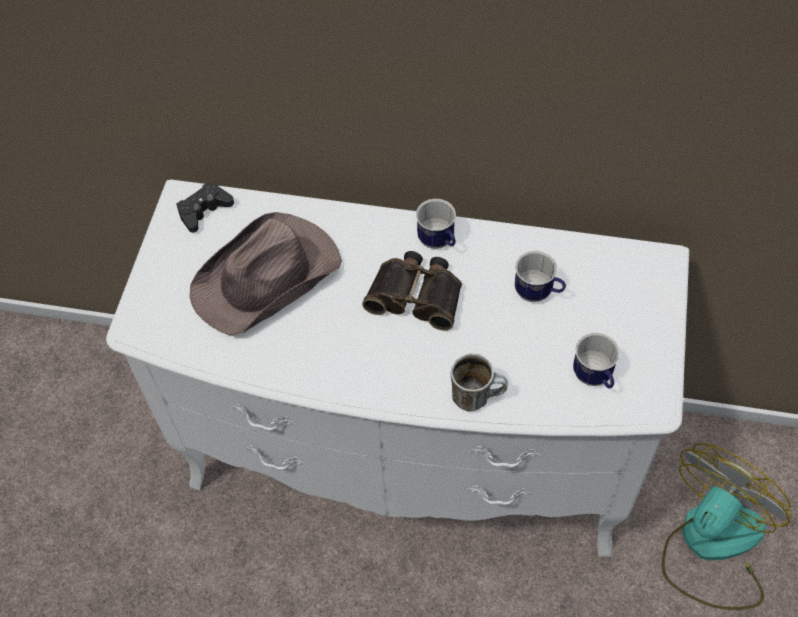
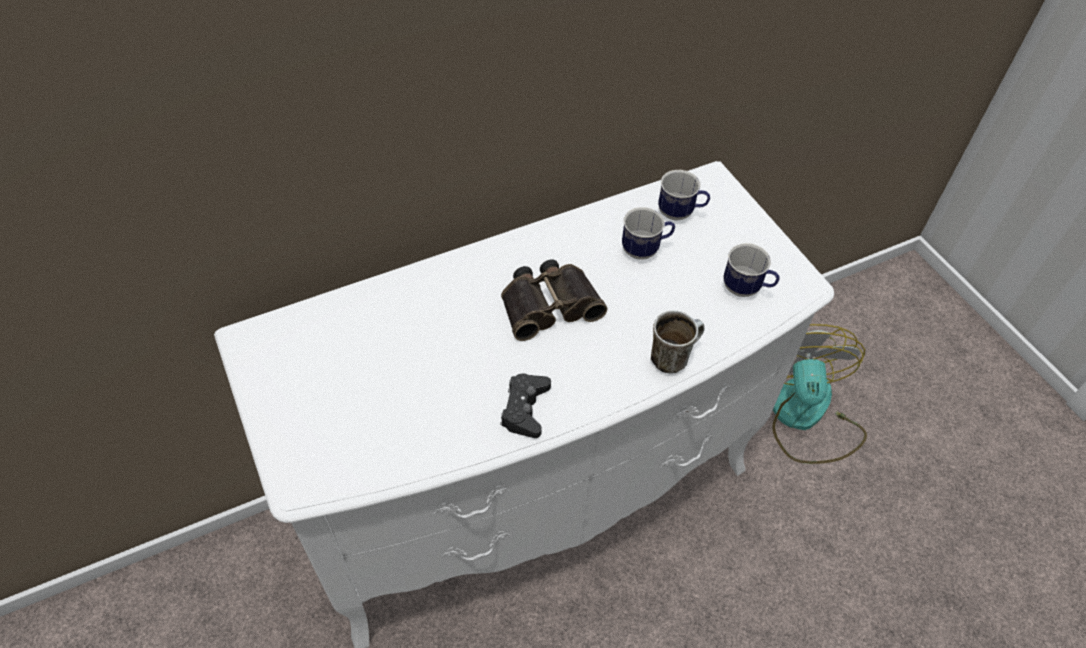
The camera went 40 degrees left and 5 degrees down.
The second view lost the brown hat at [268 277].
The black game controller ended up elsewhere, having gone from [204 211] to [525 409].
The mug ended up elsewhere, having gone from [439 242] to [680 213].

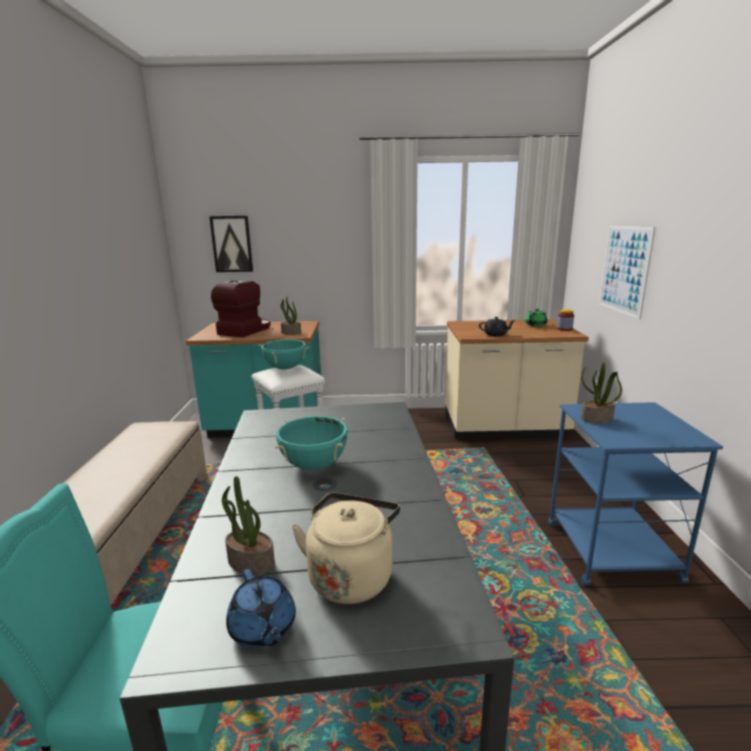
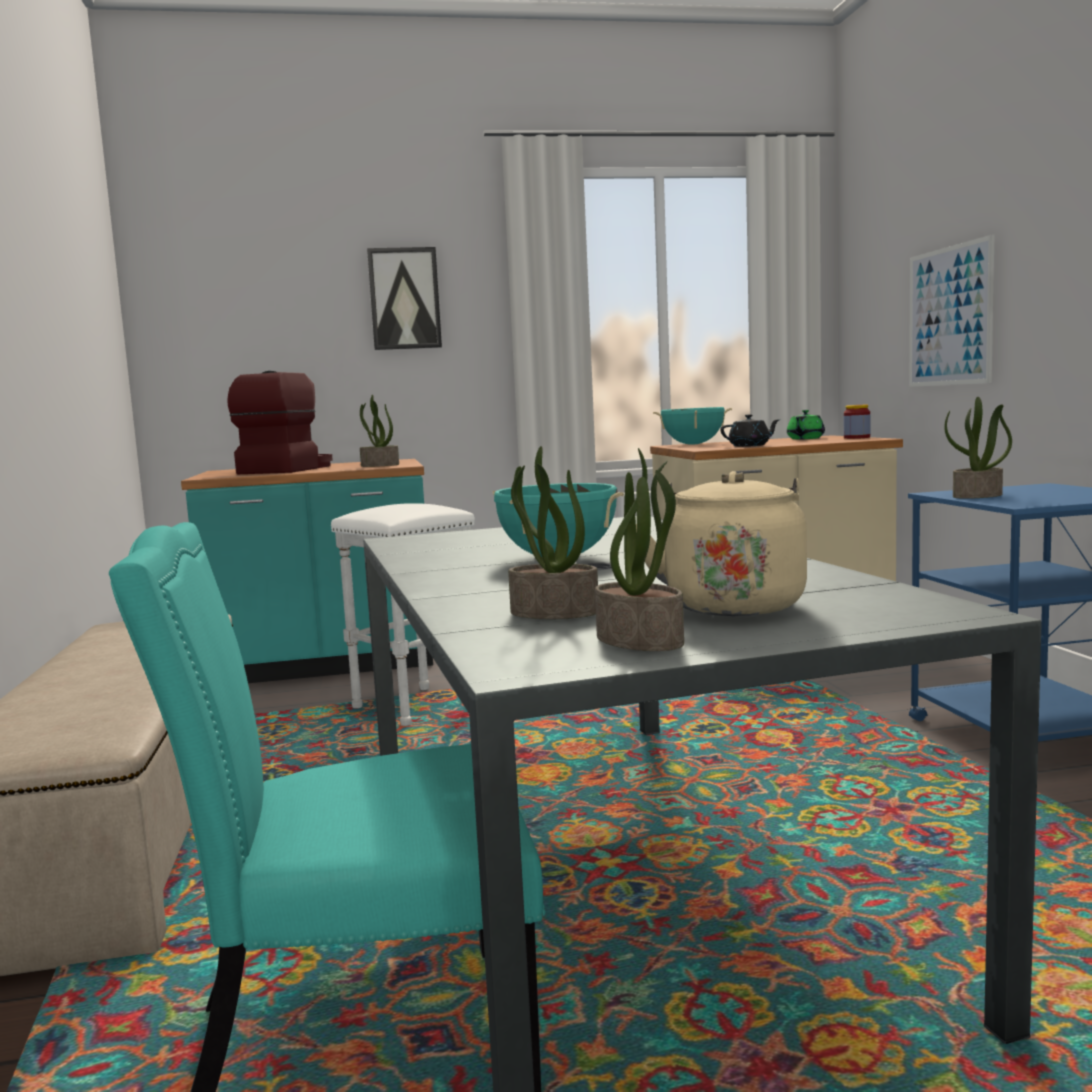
The camera went 10 degrees left and 10 degrees down.
The picture ended up elsewhere, having gone from [232 244] to [404 299].
The turquoise cooking pot ended up elsewhere, having gone from [285 368] to [693 444].
Where the blue teapot stood at [263 628], the potted plant came to stand at [641 640].

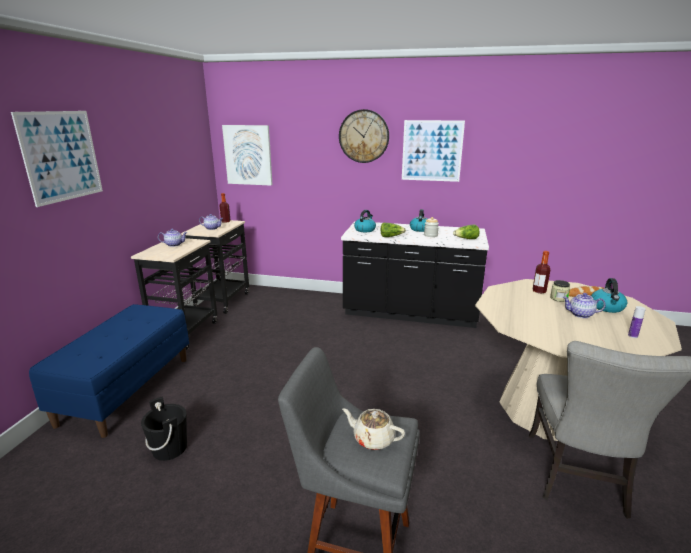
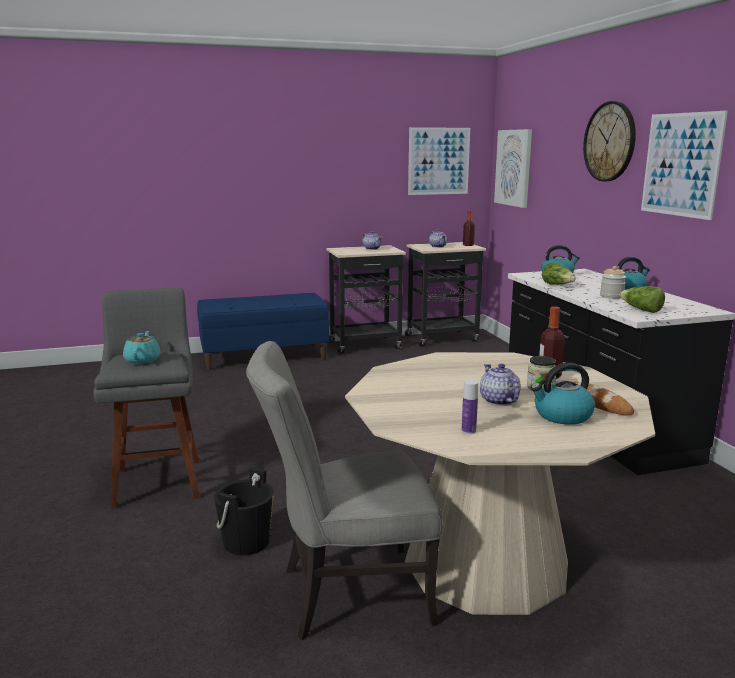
The camera went 60 degrees right and 5 degrees down.
The picture ended up elsewhere, having gone from [61 156] to [438 161].
The black bucket ended up elsewhere, having gone from [169 448] to [246 542].
What was the beige teapot at [373 439] turned into the turquoise teapot at [143 360].

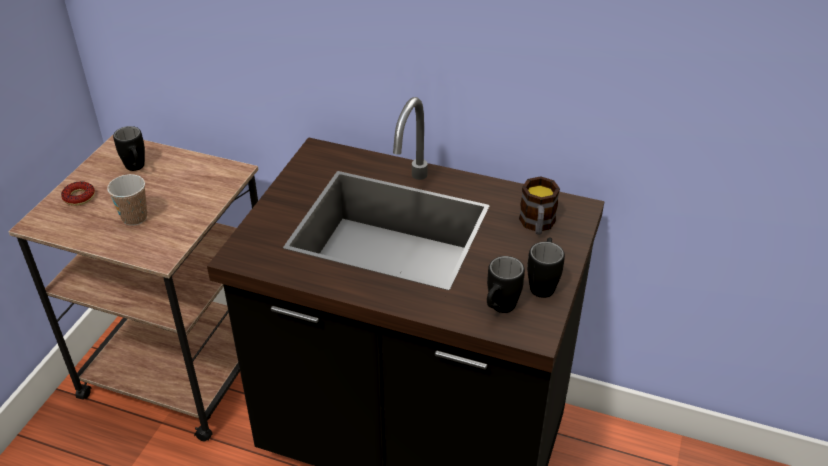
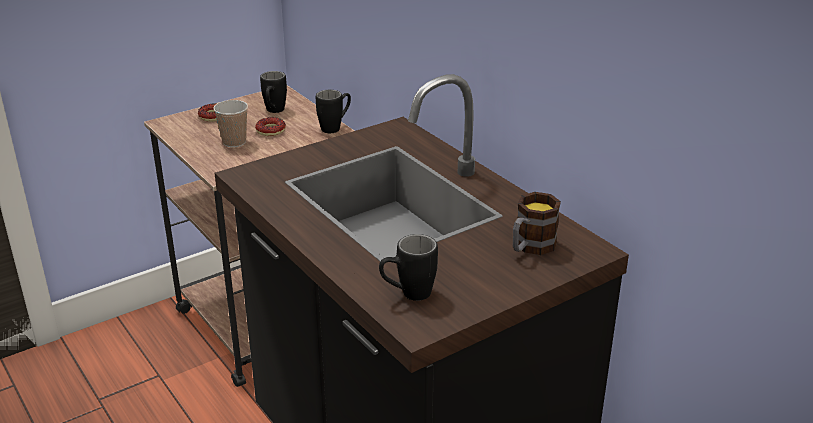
The camera went 35 degrees right and 10 degrees down.
The second view gained the donut at [271 130].
The black mug ended up elsewhere, having gone from [543 283] to [335 127].

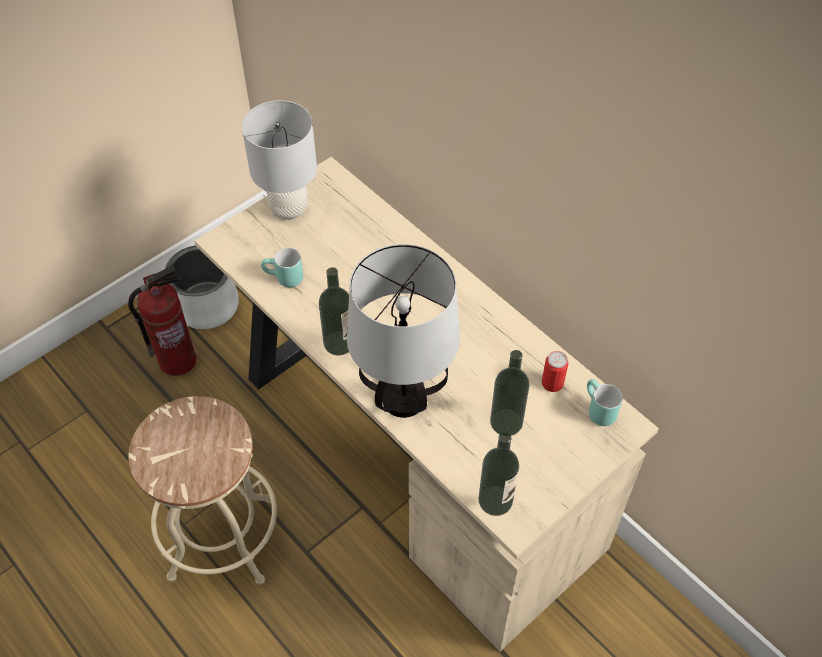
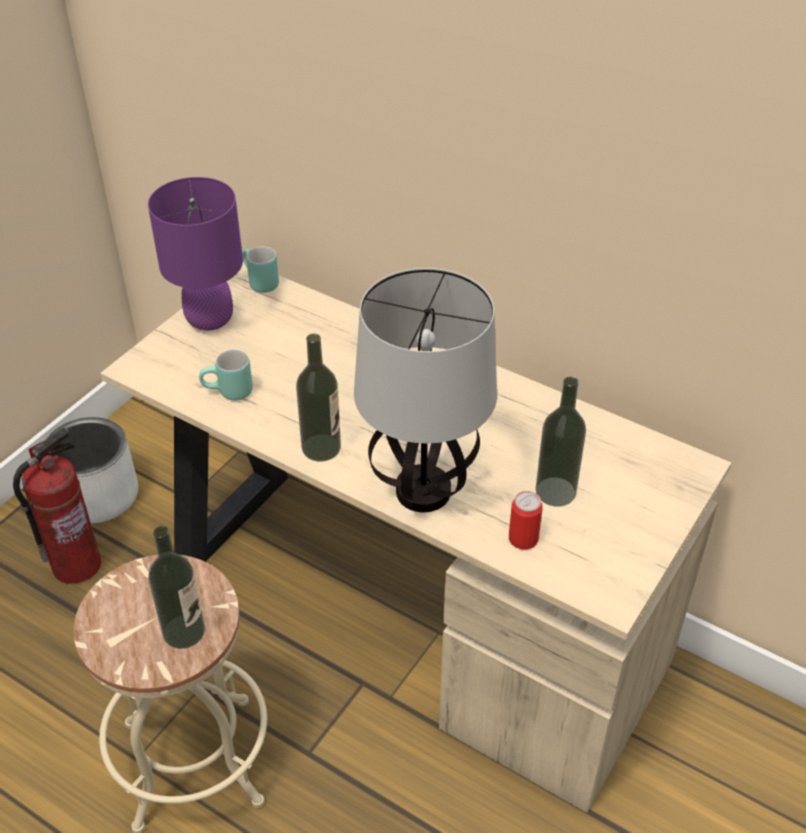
The camera went 15 degrees left and 10 degrees down.
The bottle ended up elsewhere, having gone from [495 500] to [184 631].
The can ended up elsewhere, having gone from [552 383] to [523 539].
The turquoise mug ended up elsewhere, having gone from [596 410] to [258 283].
What was the grey table lamp at [289 211] turned into the purple table lamp at [211 322].

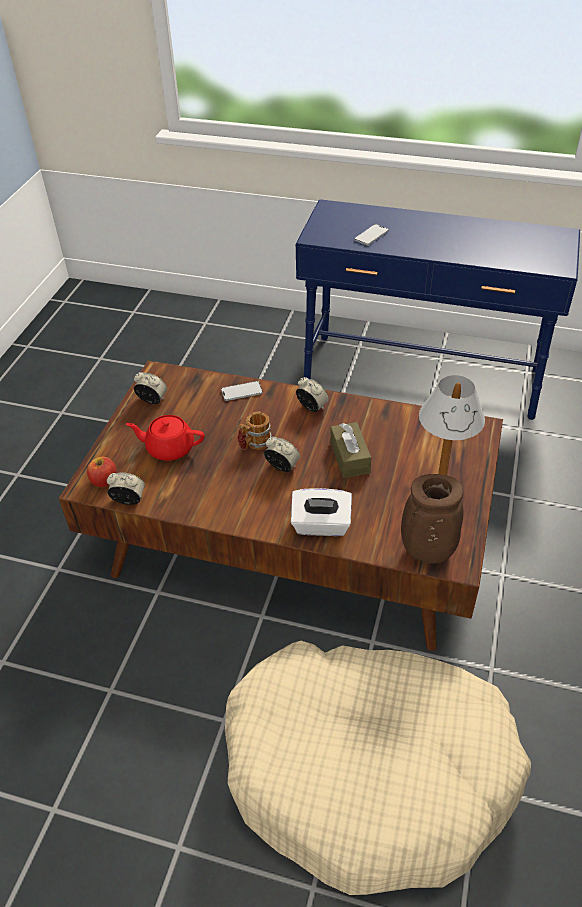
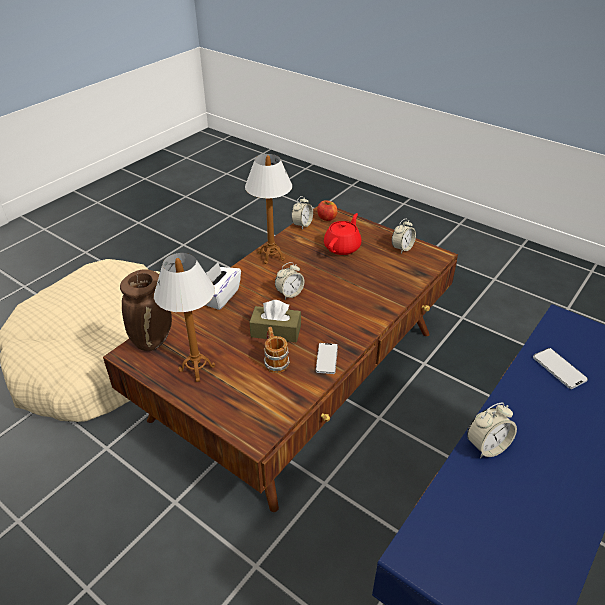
The camera went 110 degrees right and 5 degrees down.
The second view gained the table lamp at [271 256].
The phone ended up elsewhere, having gone from [242 391] to [326 359].
The mug ended up elsewhere, having gone from [254 444] to [275 360].
The alarm clock ended up elsewhere, having gone from [312 407] to [487 446].

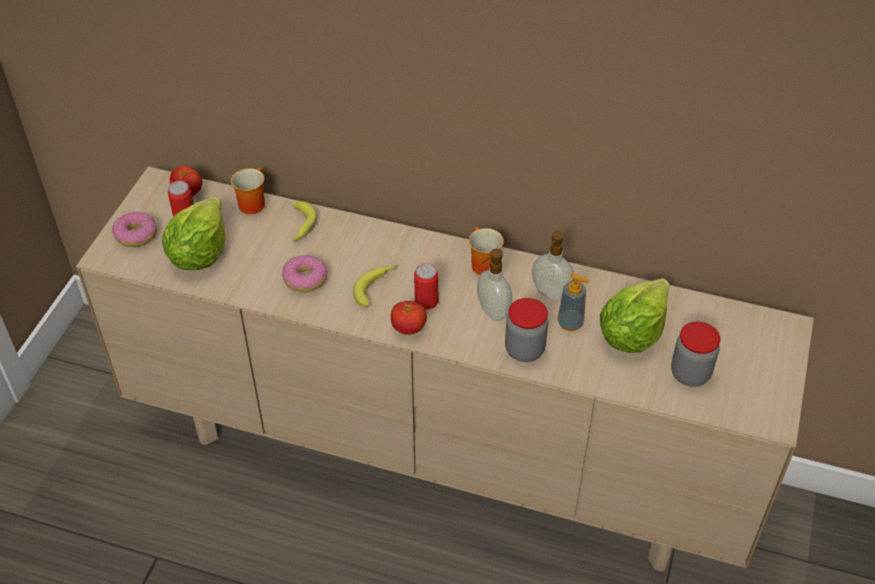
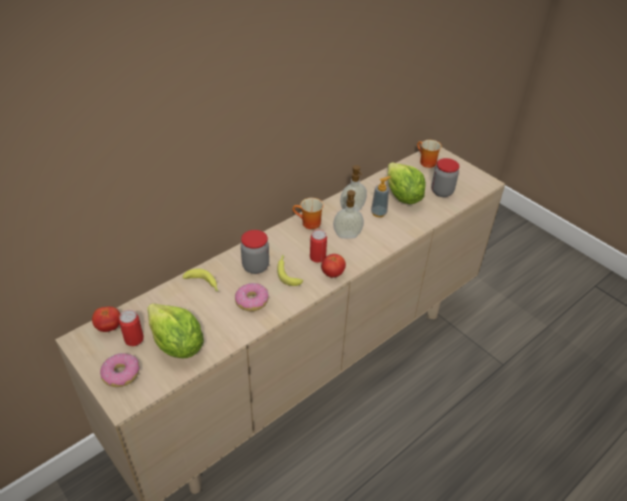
The camera went 60 degrees left and 5 degrees down.
The mug ended up elsewhere, having gone from [251 202] to [425 162].
The jar ended up elsewhere, having gone from [524 350] to [255 266].

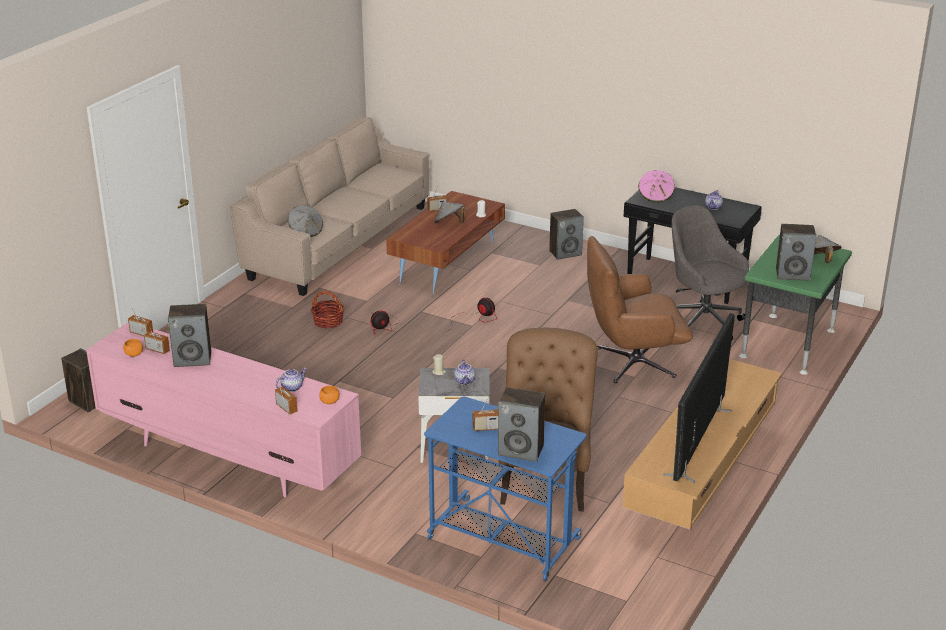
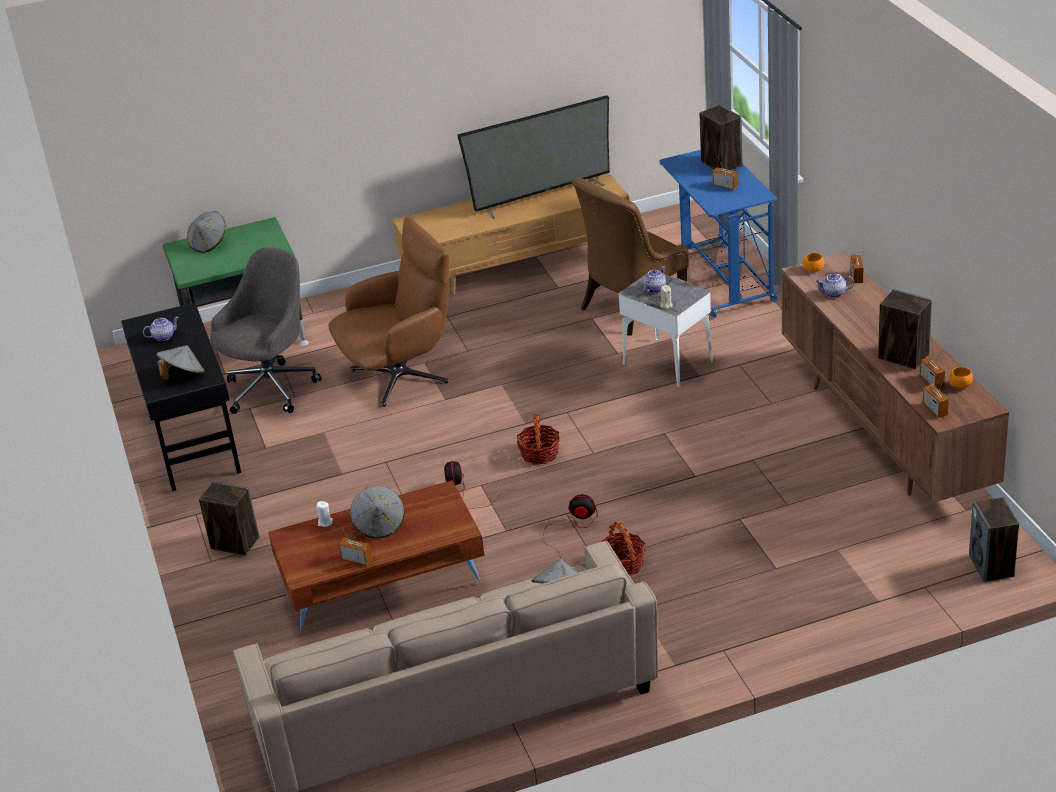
The camera went 135 degrees left and 5 degrees up.
The second view lost the speaker at [793 274].
The second view gained the basket at [539 454].
What was the pink cabinet at [226 459] turned into the brown cabinet at [886 433].
What was the pink hat at [656 196] turned into the grey hat at [183 376].
The brown armchair at [634 362] ended up facing another way, 60 degrees counterclockwise from before.
The grey office chair at [703 323] ended up facing another way, 150 degrees counterclockwise from before.

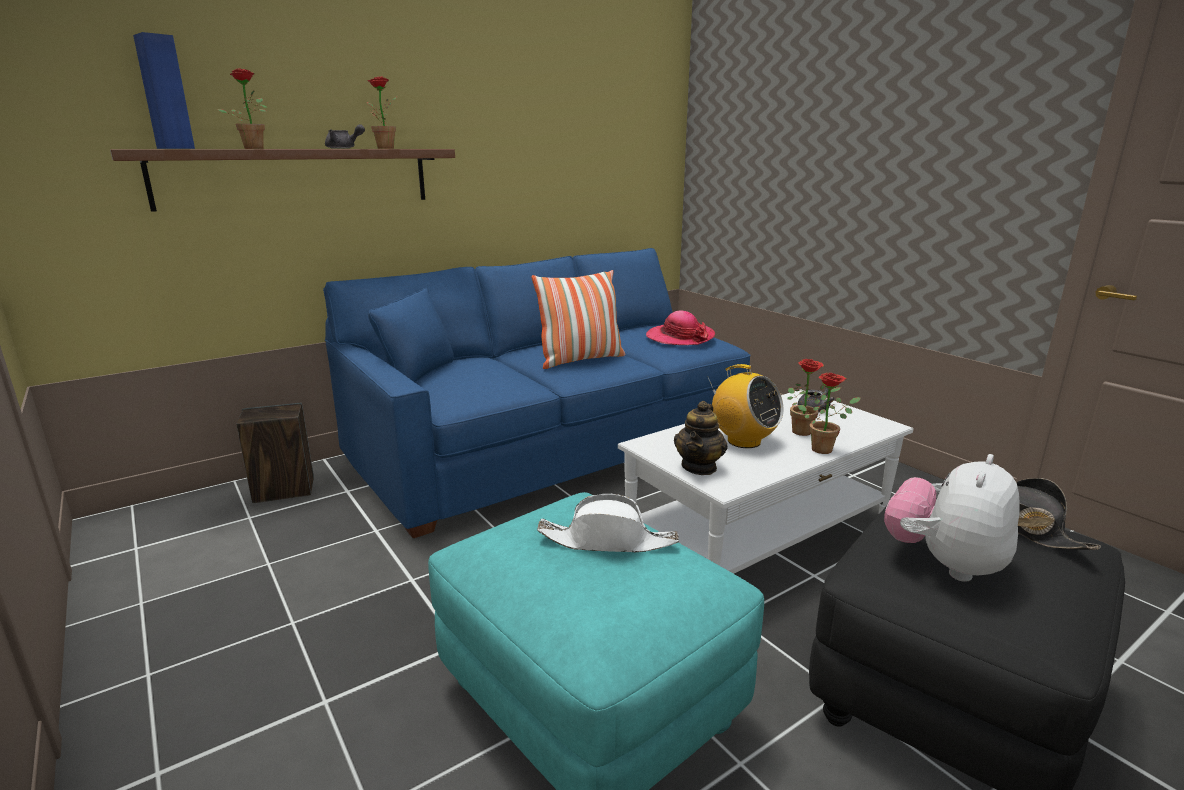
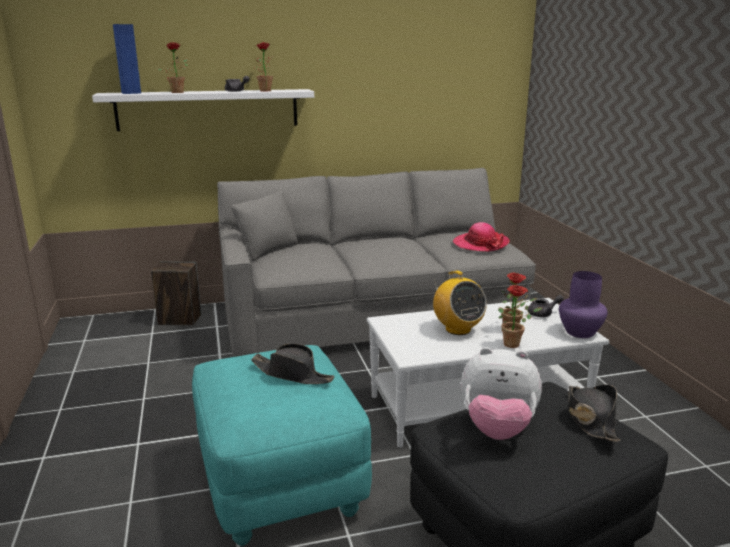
The camera went 20 degrees right and 0 degrees up.
The second view lost the pillow at [580 360].
The second view lost the teapot at [699 467].
The second view gained the purple vase at [579 332].
What was the brown shelf at [297 177] turned into the white shelf at [208 109].
What was the blue sofa at [550 445] turned into the grey sofa at [370 316].
What was the white hat at [608 541] turned into the black hat at [292 374].
The plush toy at [944 563] ended up facing another way, 135 degrees counterclockwise from before.

